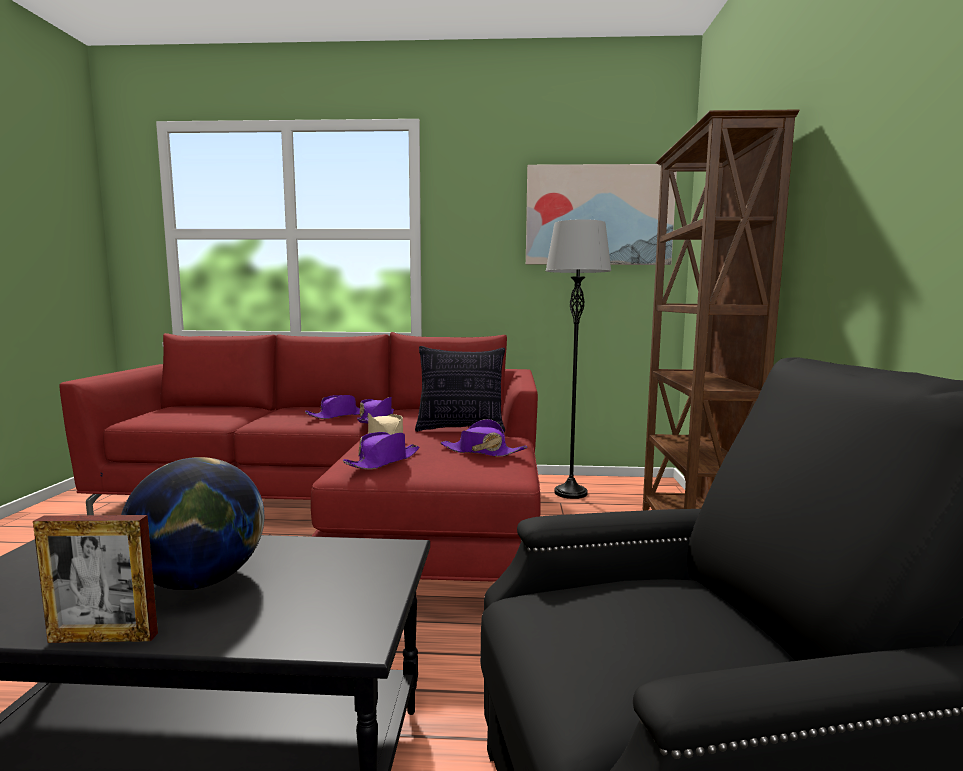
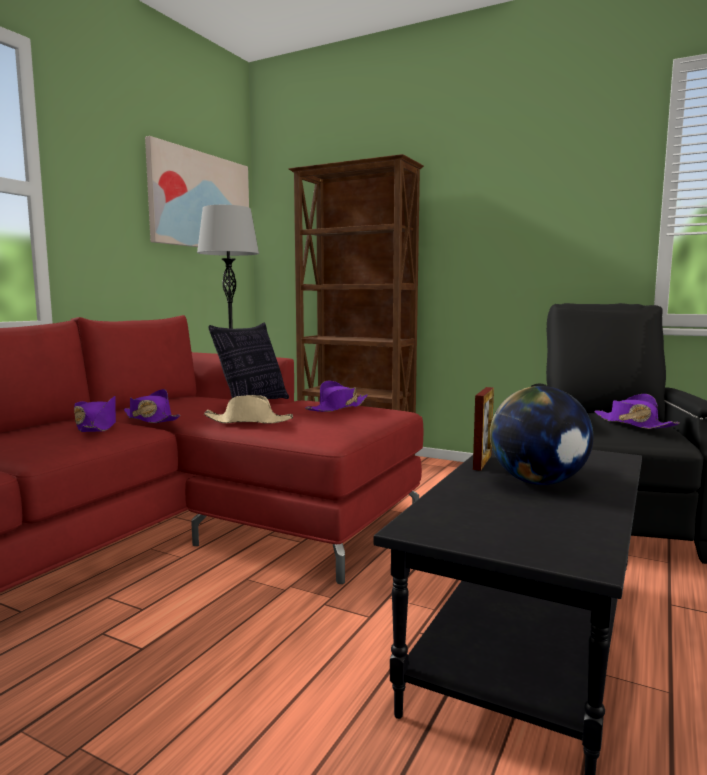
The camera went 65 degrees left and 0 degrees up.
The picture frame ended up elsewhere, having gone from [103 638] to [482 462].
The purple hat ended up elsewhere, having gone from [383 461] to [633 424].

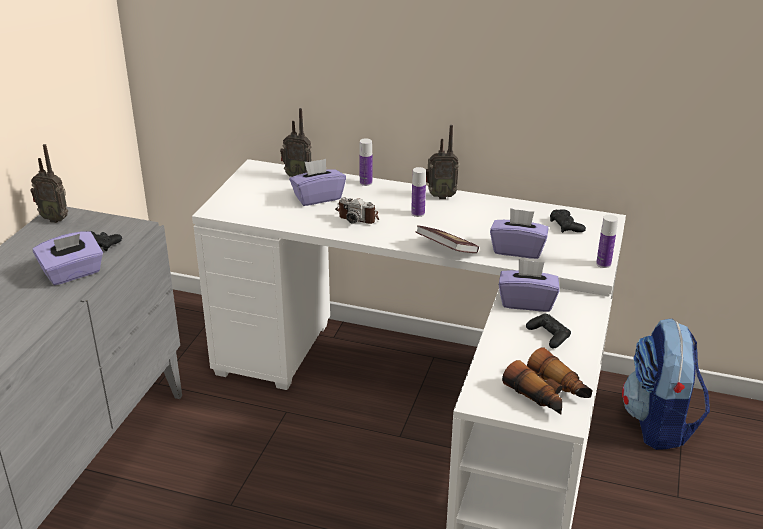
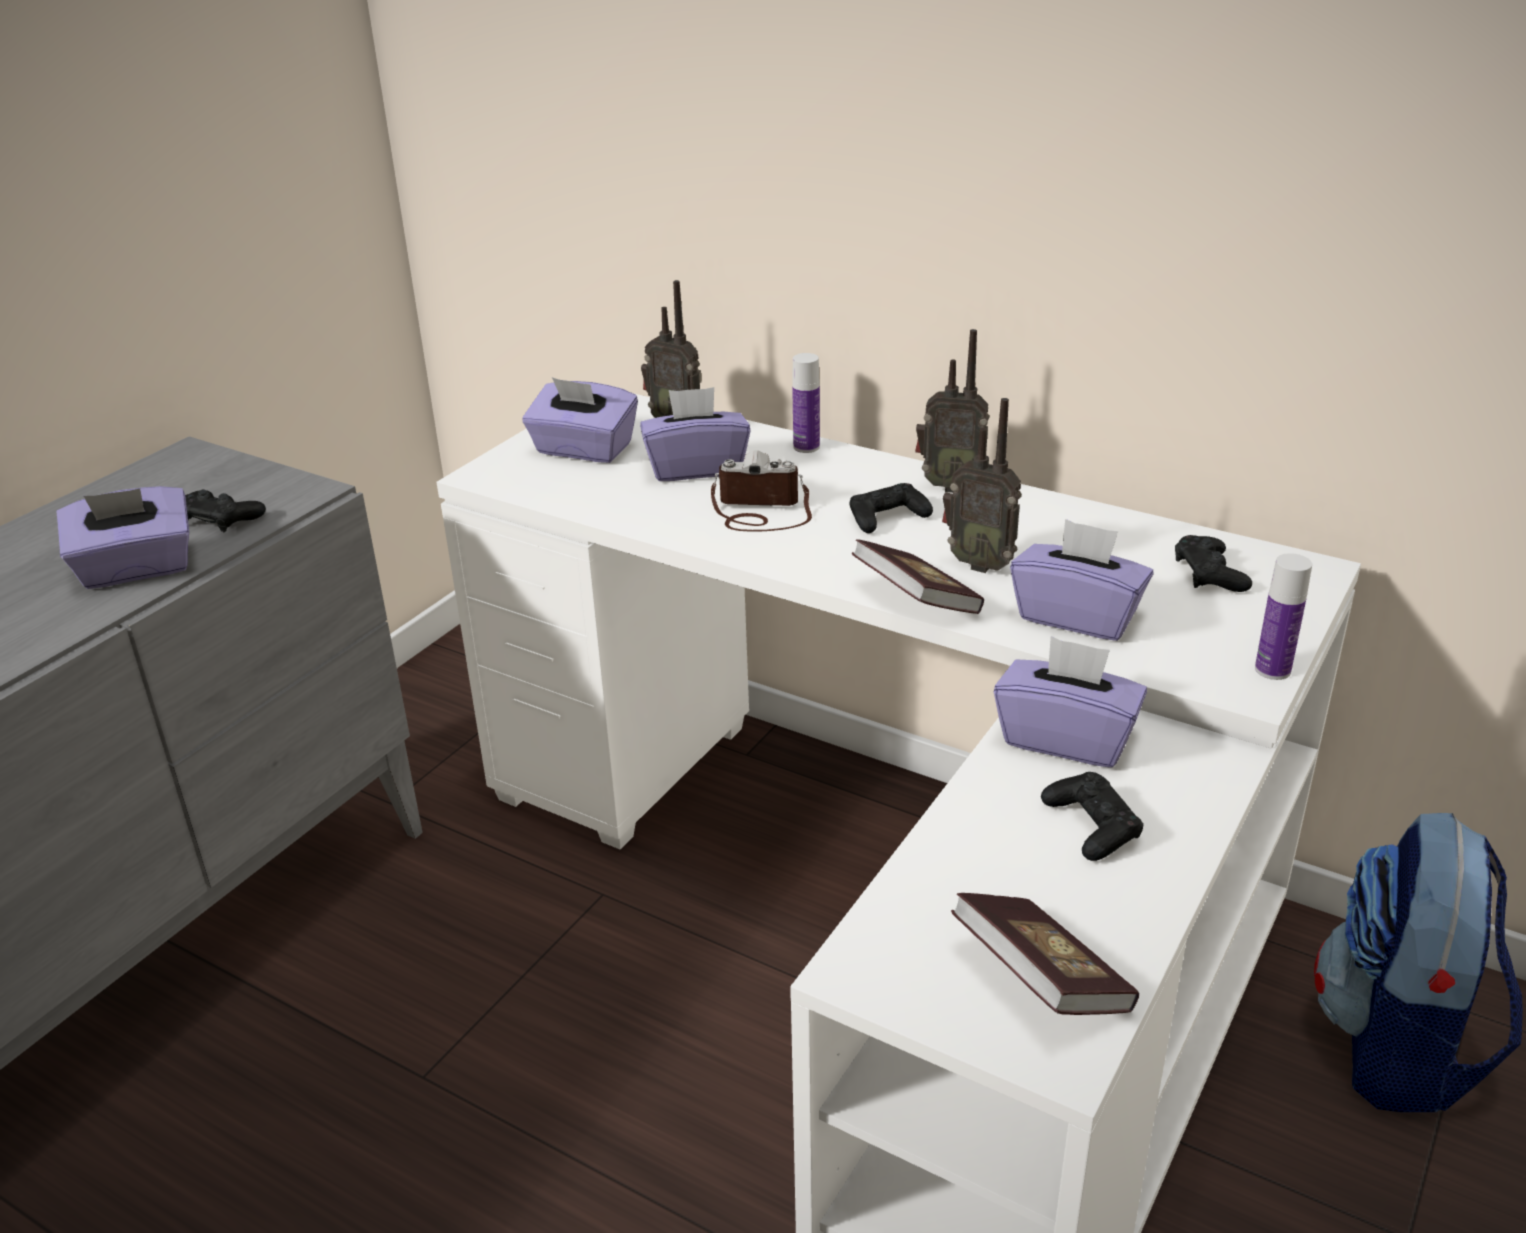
The camera went 15 degrees right and 0 degrees up.
The second view gained the purple tissue box at [583 450].
The radio ended up elsewhere, having gone from [55 219] to [980 563].
Where the bottle stood at [418 213], the black game controller came to stand at [887 517].
Where the binoculars stood at [548 394], the book came to stand at [1039 980].
The photo camera at [358 216] ended up facing another way, 150 degrees clockwise from before.

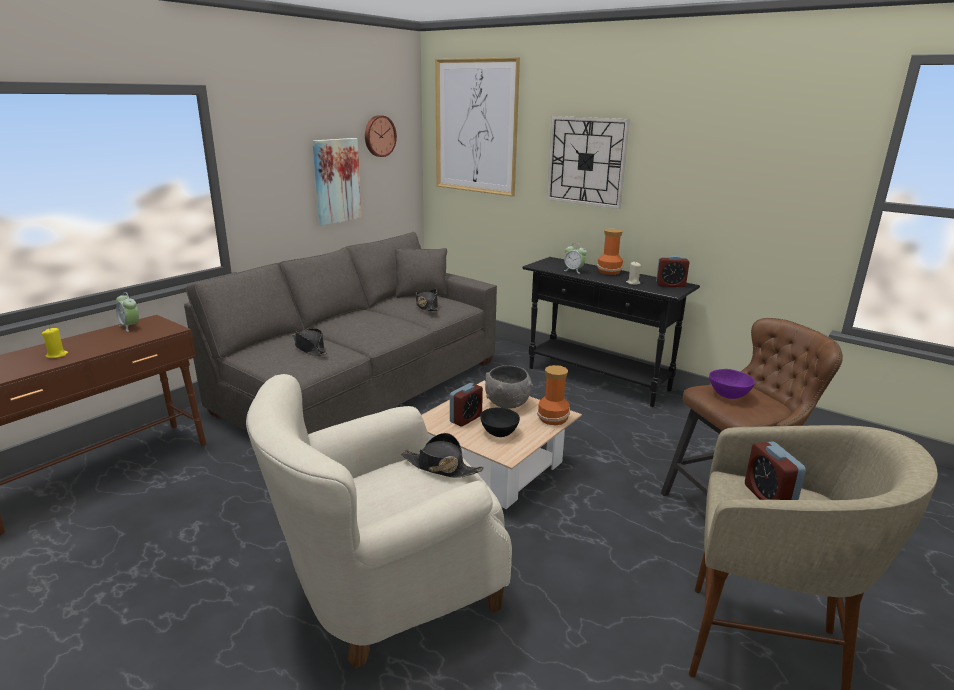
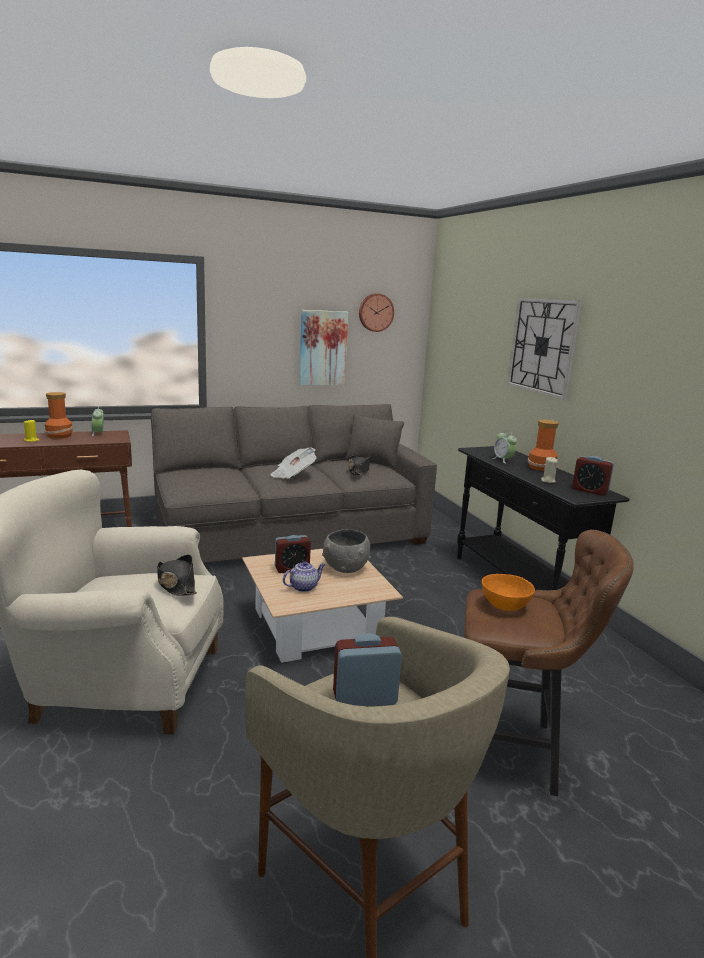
The camera went 30 degrees right and 5 degrees down.
The second view lost the black hat at [310 348].
The second view lost the picture at [475 127].
The second view gained the newspaper at [293 475].
The vase ended up elsewhere, having gone from [553 418] to [60 436].
Where the black bowl stood at [499 432], the teapot came to stand at [304 587].
What was the purple bowl at [728 395] turned into the orange bowl at [504 606].
The alarm clock at [768 497] ended up facing another way, 60 degrees clockwise from before.

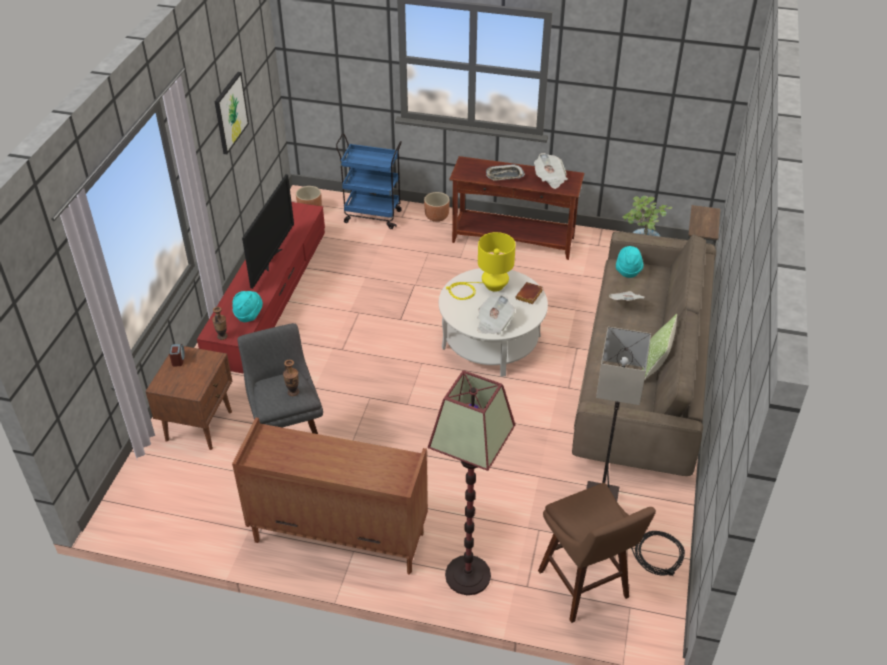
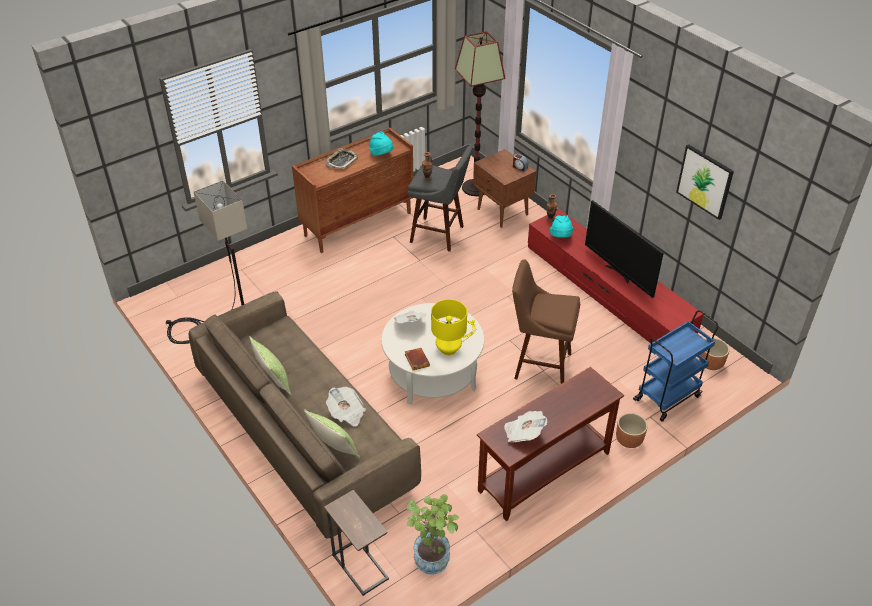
The camera went 130 degrees right and 0 degrees up.
The second view gained the pillow at [334 449].
The floor lamp ended up elsewhere, having gone from [467 575] to [475 187].
The tray ended up elsewhere, having gone from [504 175] to [341 161].
The brown stool ended up elsewhere, having gone from [585 587] to [539 365].
The turquoise hat ended up elsewhere, having gone from [628 270] to [381 154].

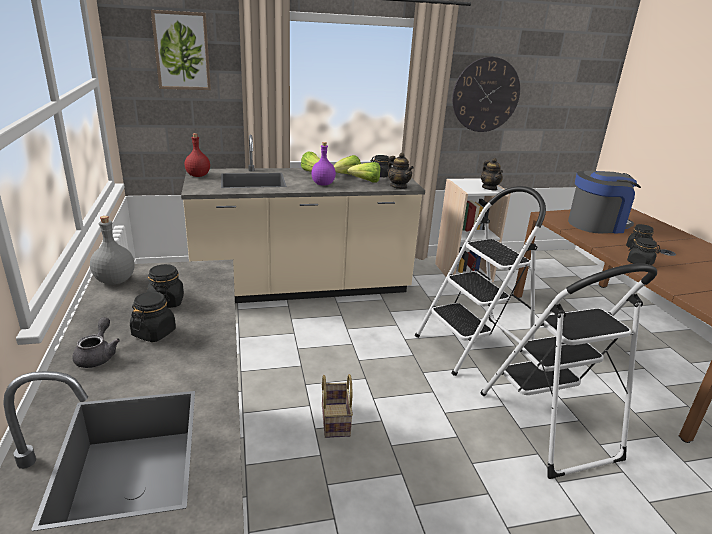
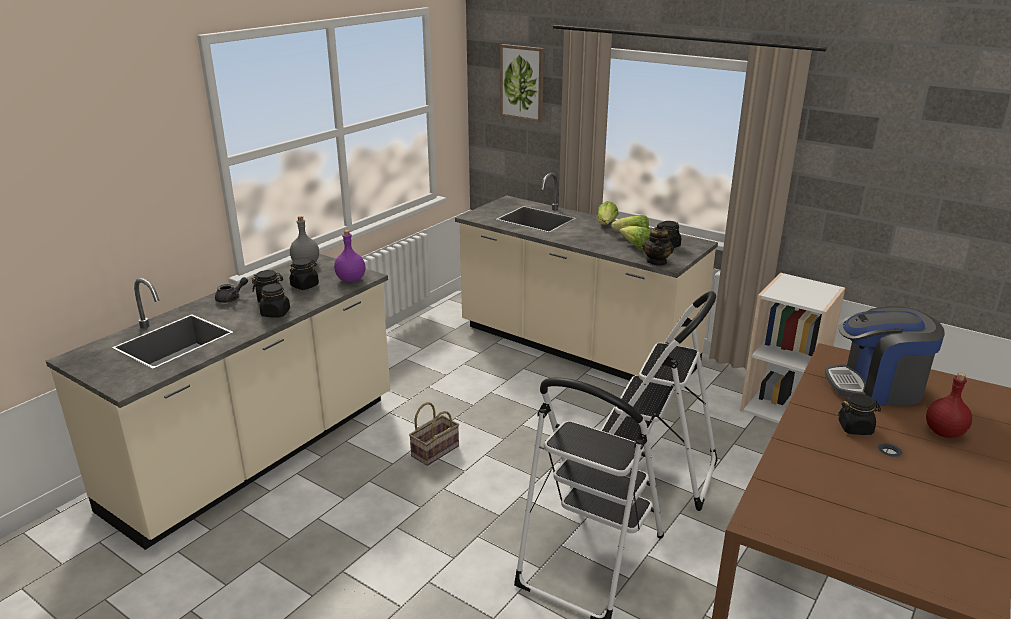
The camera went 50 degrees right and 0 degrees up.
The second view lost the wall clock at [486 95].
The second view lost the teapot at [489 188].
The red bottle ended up elsewhere, having gone from [198 176] to [944 433].
The purple bottle ended up elsewhere, having gone from [323 184] to [351 280].
The black jar ended up elsewhere, having gone from [640 263] to [275 313].
The coffee machine at [597 224] ended up facing another way, 150 degrees clockwise from before.

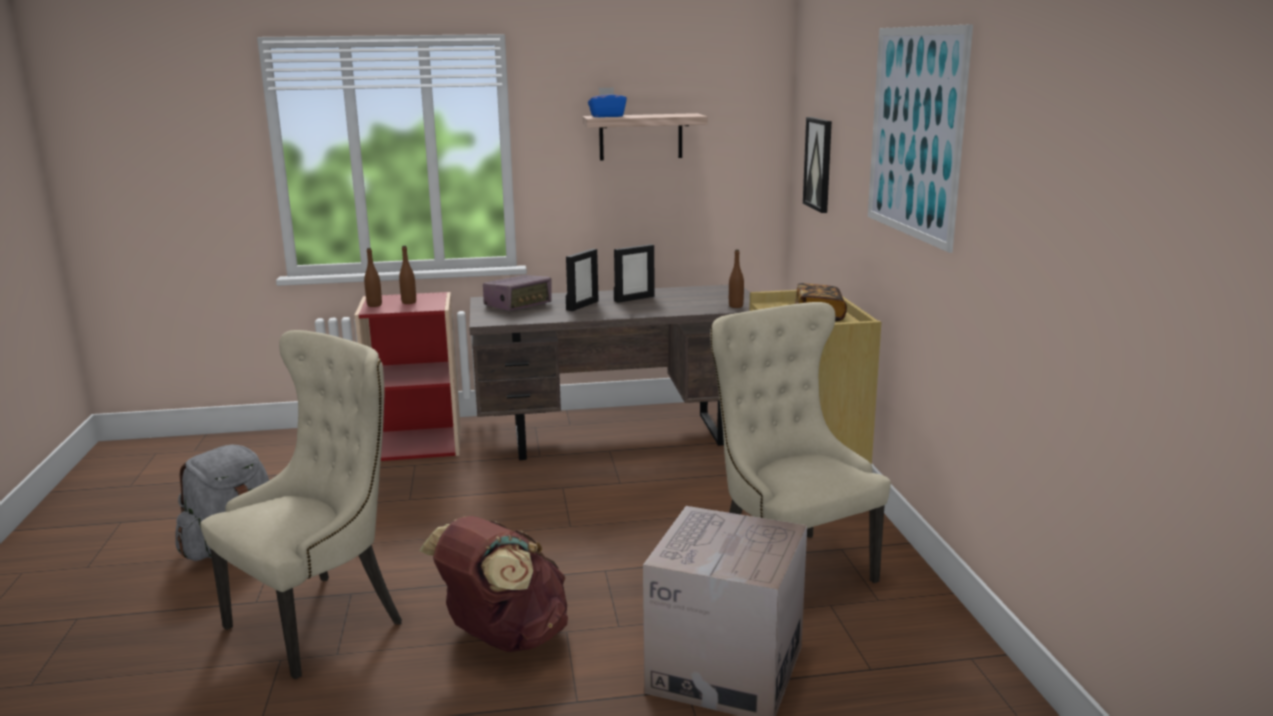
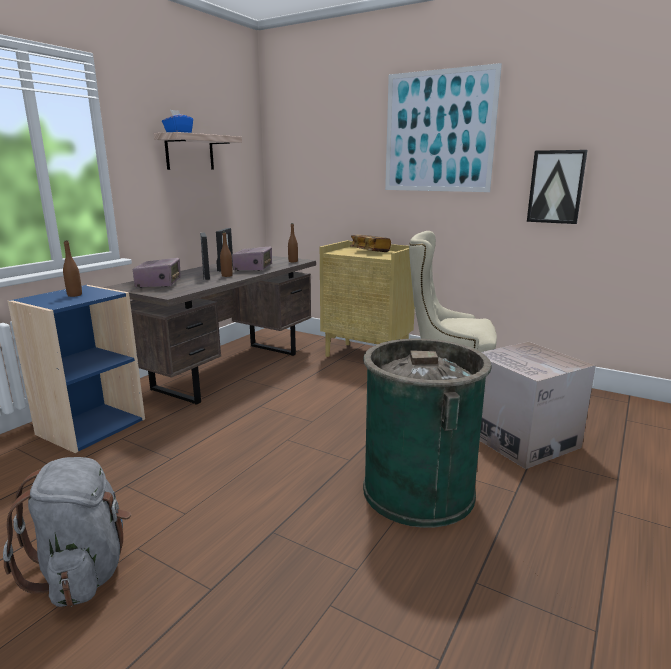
The camera went 50 degrees left and 0 degrees up.
The second view lost the beige chair at [317 622].
The second view gained the radio at [253 268].
The brown bottle ended up elsewhere, having gone from [374 305] to [227 275].
The picture ended up elsewhere, having gone from [819 164] to [556 187].
Where the brown backpack stood at [503 638], the green trash can came to stand at [418 490].
What was the red bookcase at [418 444] turned into the blue bookcase at [92 426].

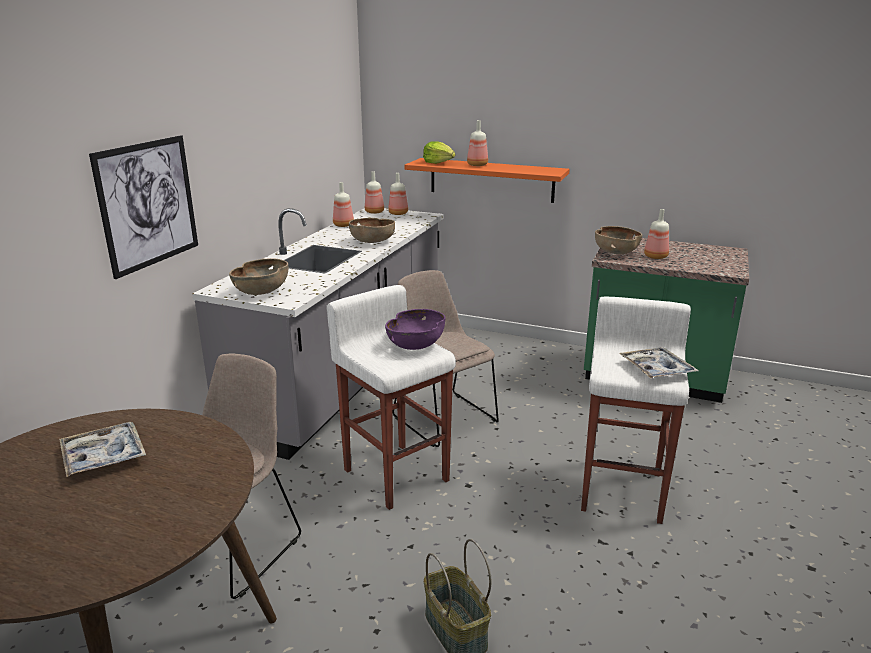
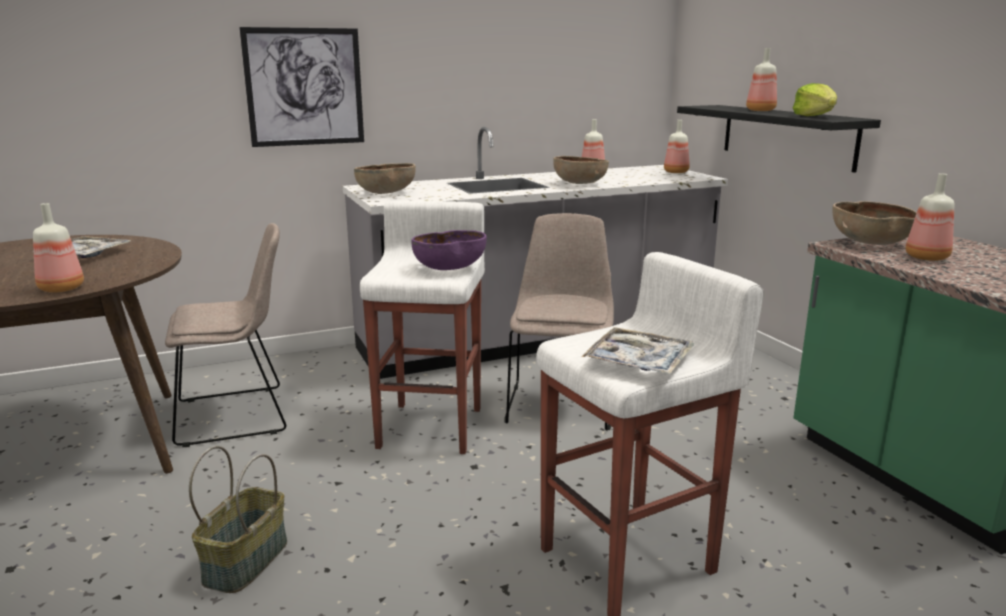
The camera went 45 degrees right and 5 degrees down.
The bottle ended up elsewhere, having gone from [375 212] to [63 289].
The lettuce ended up elsewhere, having gone from [438 163] to [815 116].
What was the orange shelf at [491 180] turned into the black shelf at [786 136].

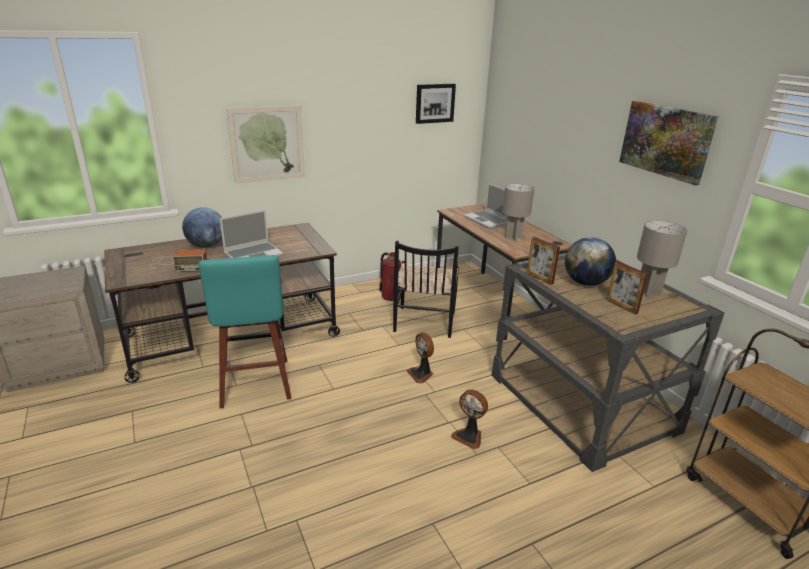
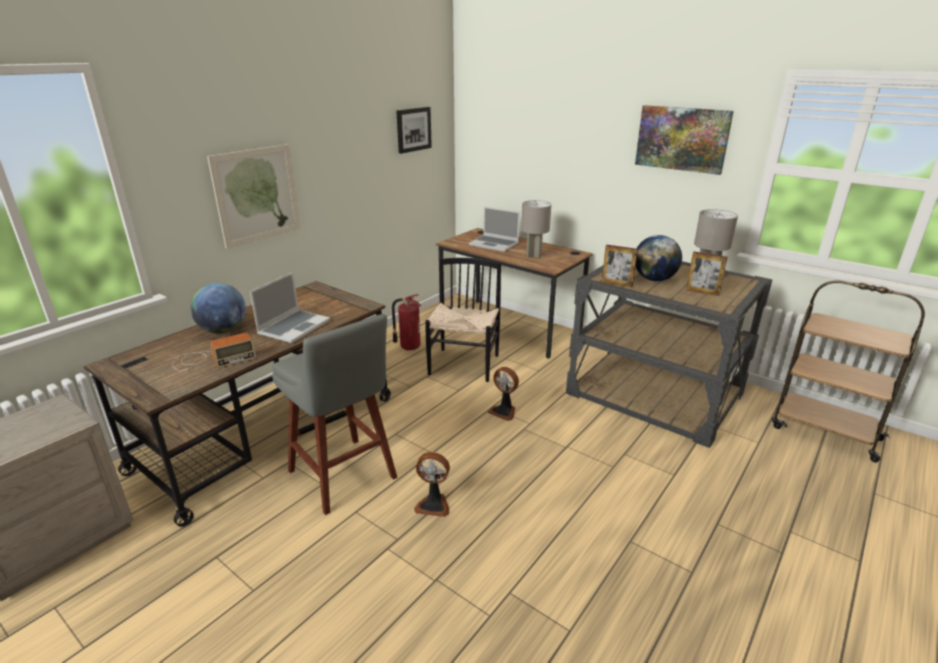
The camera went 25 degrees left and 0 degrees up.
The fan ended up elsewhere, having gone from [469 436] to [433 504].
What was the turquoise stool at [255 384] turned into the grey stool at [343 476].
The black chair at [424 324] ended up facing another way, 150 degrees counterclockwise from before.

